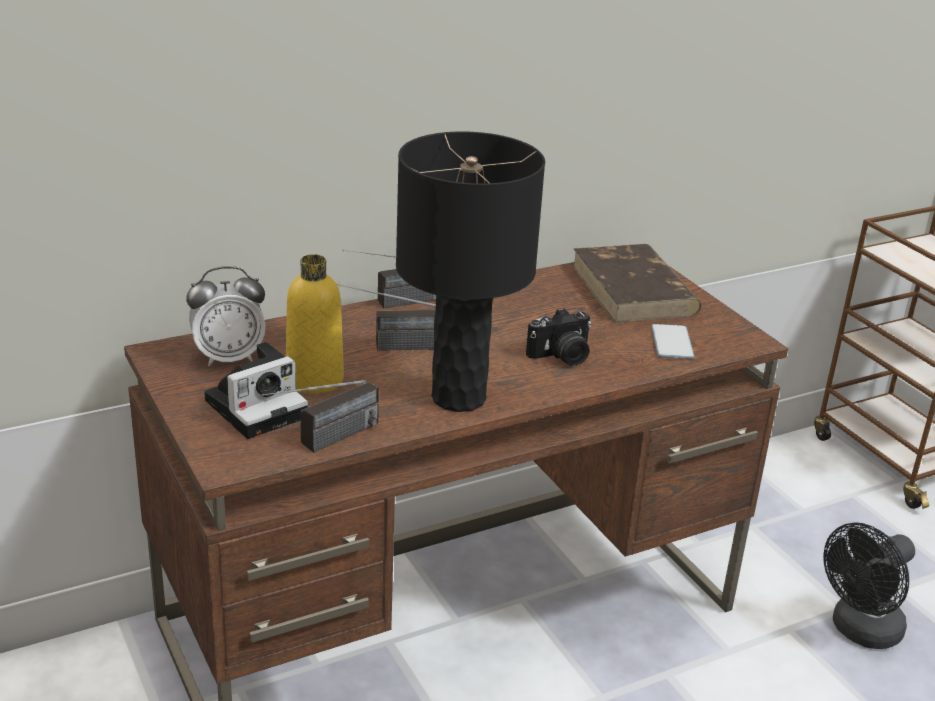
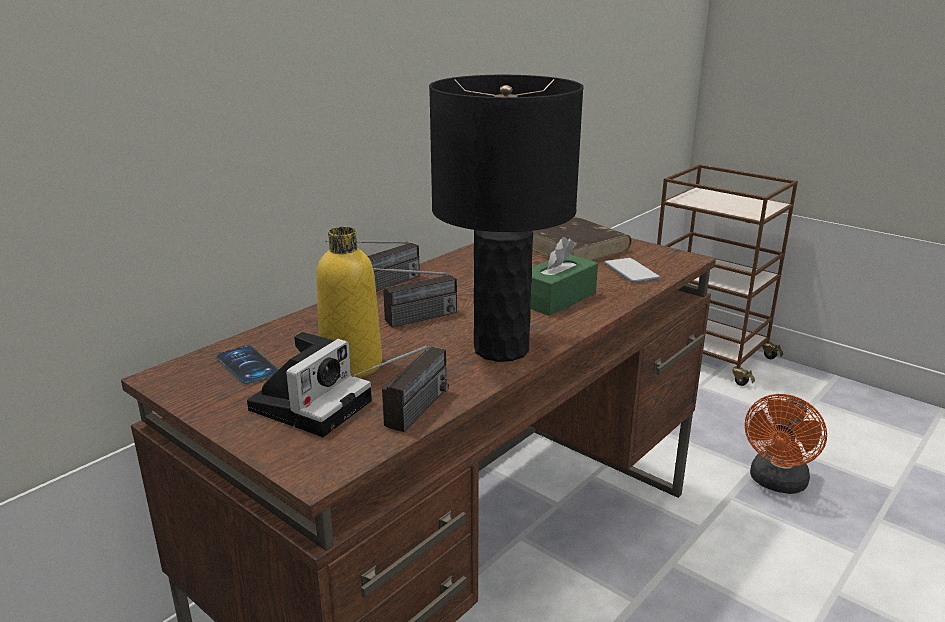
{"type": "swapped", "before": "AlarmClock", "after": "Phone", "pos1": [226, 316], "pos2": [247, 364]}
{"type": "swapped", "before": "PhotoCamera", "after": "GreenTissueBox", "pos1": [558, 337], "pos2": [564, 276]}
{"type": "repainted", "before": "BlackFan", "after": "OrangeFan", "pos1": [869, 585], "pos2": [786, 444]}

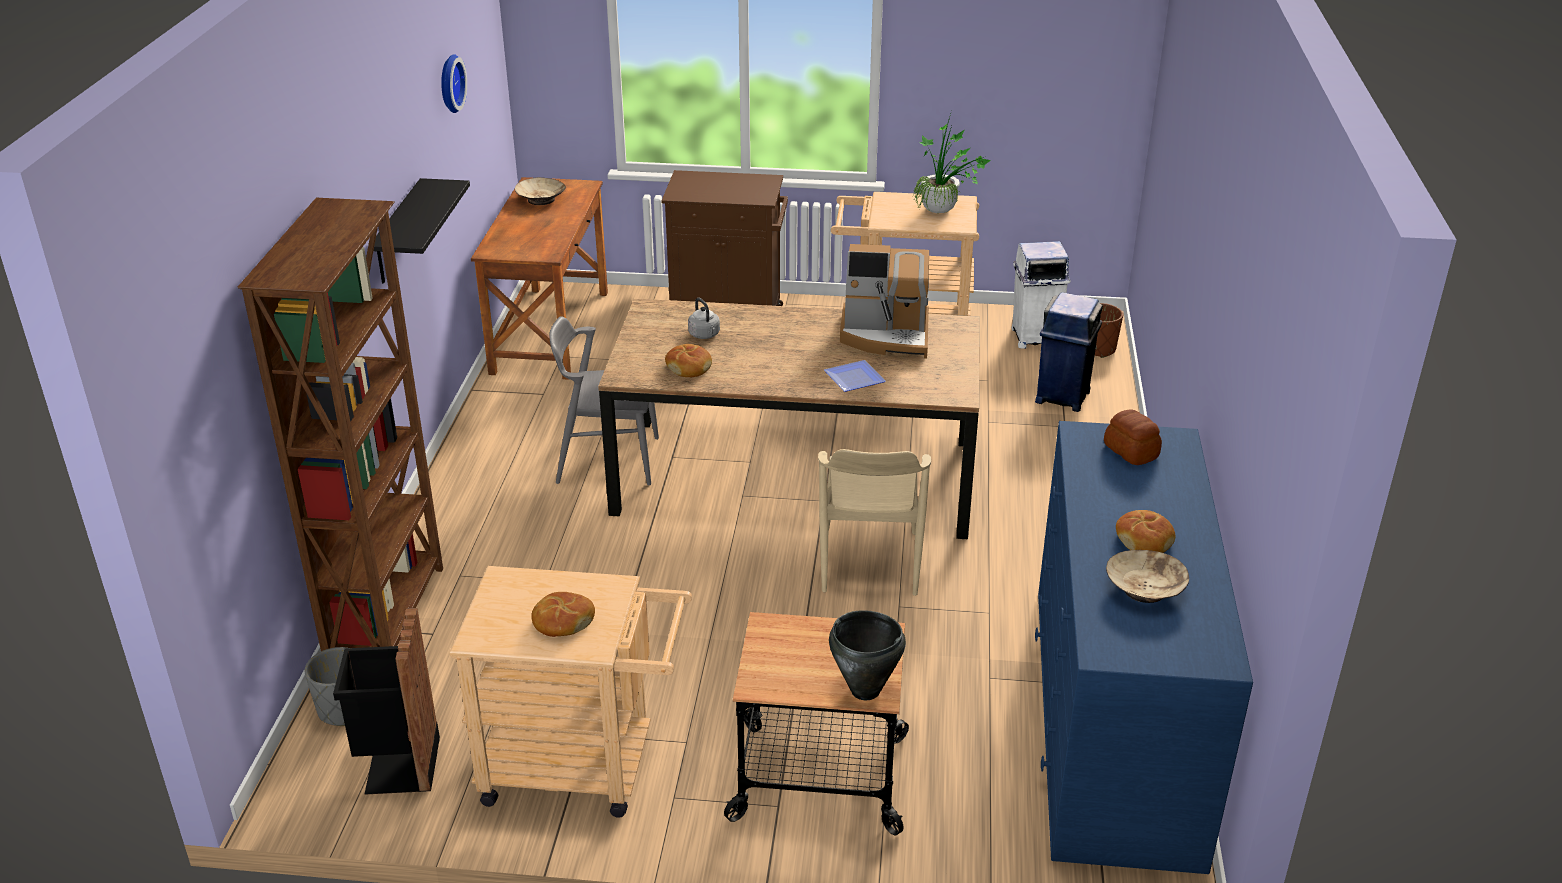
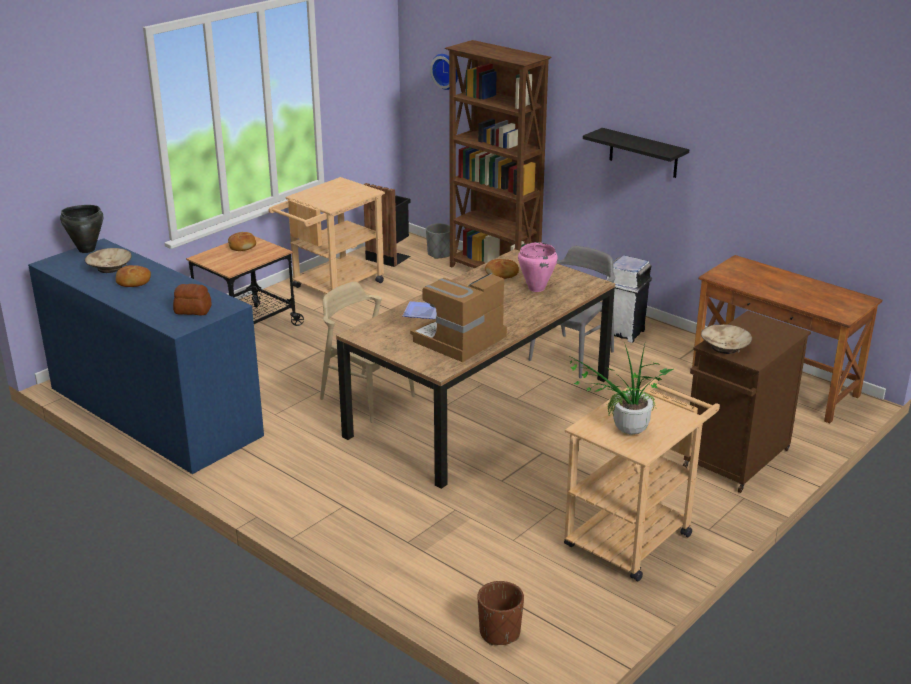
{"type": "gone", "before": "BlueTrashCan", "pos1": [1069, 352]}
{"type": "shifted", "before": "WallClock", "pos1": [454, 83], "pos2": [444, 72]}
{"type": "shifted", "before": "BeigeBowl", "pos1": [540, 191], "pos2": [726, 339]}
{"type": "shifted", "before": "Bread", "pos1": [563, 614], "pos2": [242, 241]}
{"type": "shifted", "before": "BlackCookingPot", "pos1": [867, 655], "pos2": [81, 229]}
{"type": "shifted", "before": "WhiteTrashCan", "pos1": [1041, 295], "pos2": [629, 299]}
{"type": "swapped", "before": "GreyKettle", "after": "PinkCookingPot", "pos1": [704, 318], "pos2": [538, 267]}

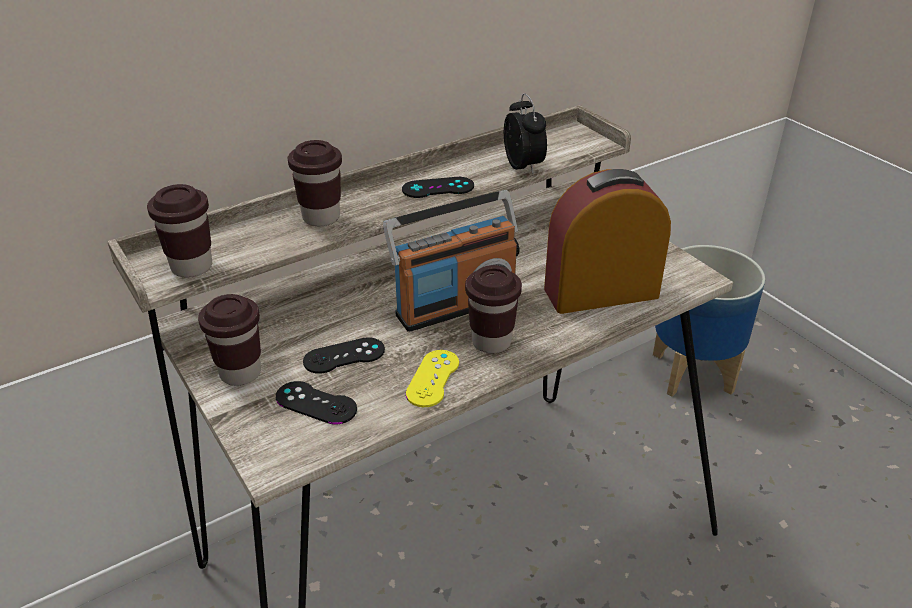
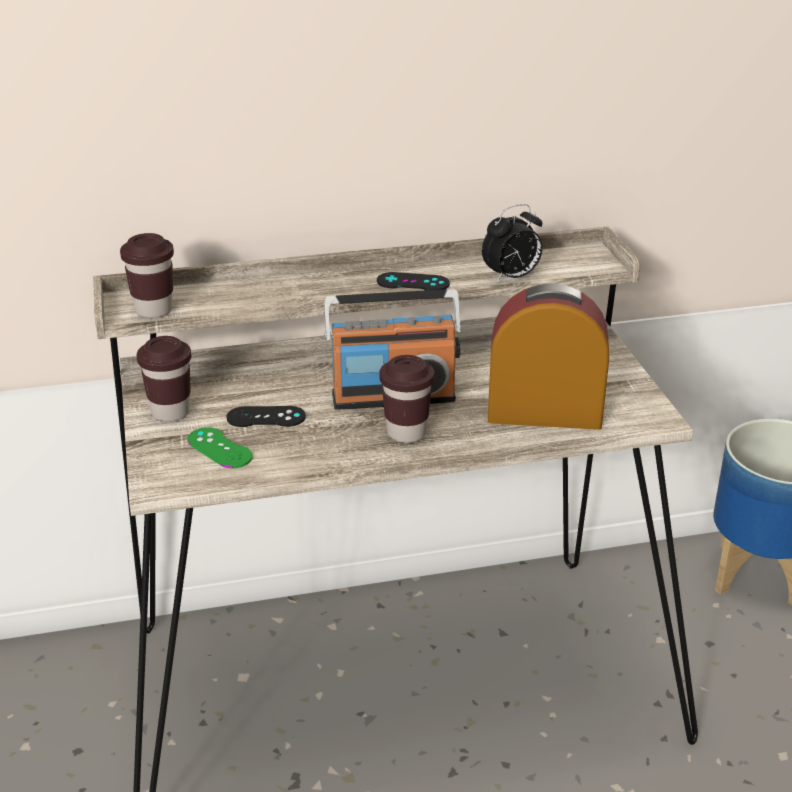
{"type": "gone", "before": "BrownCup", "pos1": [315, 183]}
{"type": "gone", "before": "YellowGameController", "pos1": [432, 378]}
{"type": "repainted", "before": "BlackGameController", "after": "GreenGameController", "pos1": [316, 403], "pos2": [220, 447]}
{"type": "rotated", "before": "AlarmClock", "pos1": [525, 134], "pos2": [512, 243], "turn": 60}

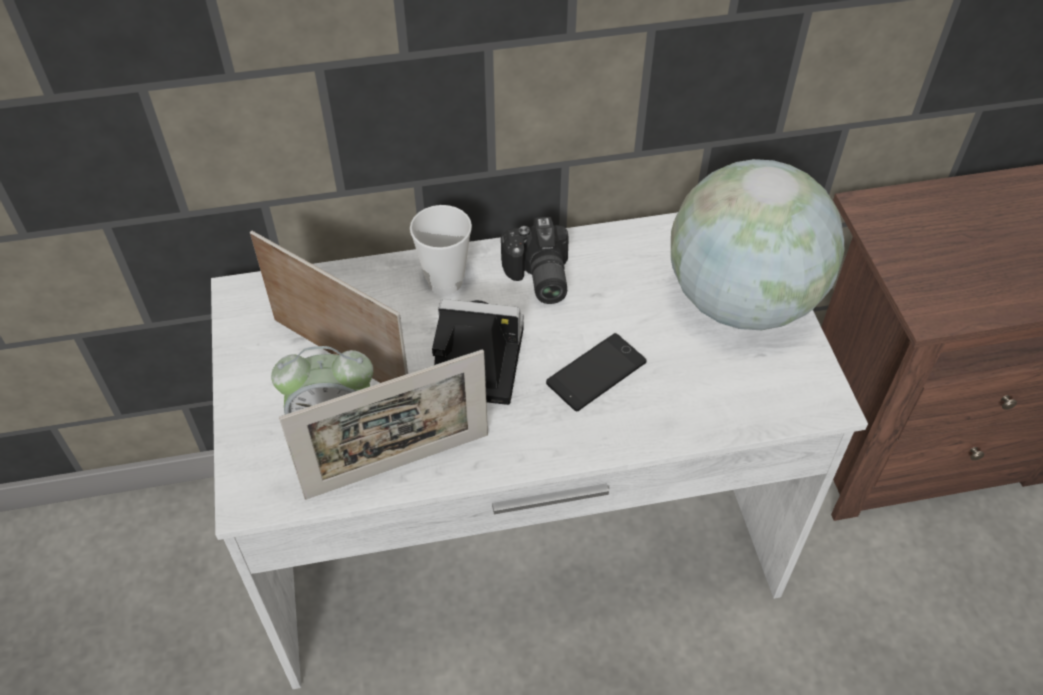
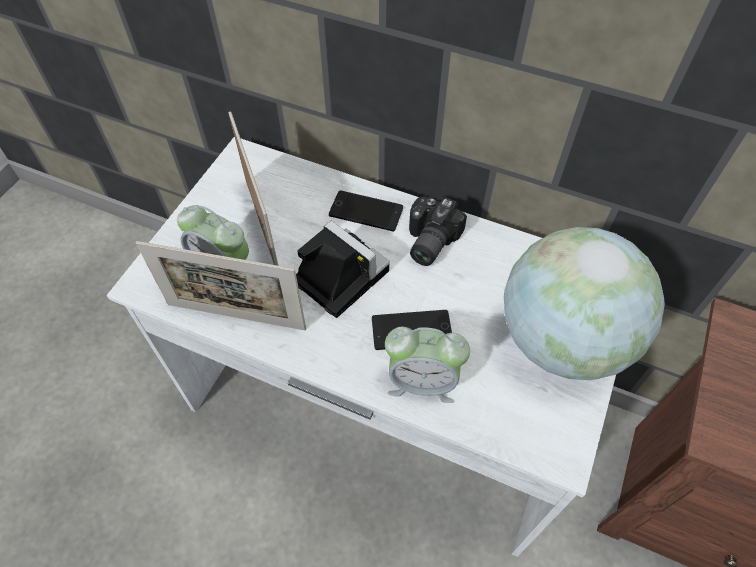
{"type": "new", "after": "AlarmClock", "pos2": [427, 365]}
{"type": "swapped", "before": "Cup", "after": "Phone", "pos1": [441, 250], "pos2": [366, 211]}

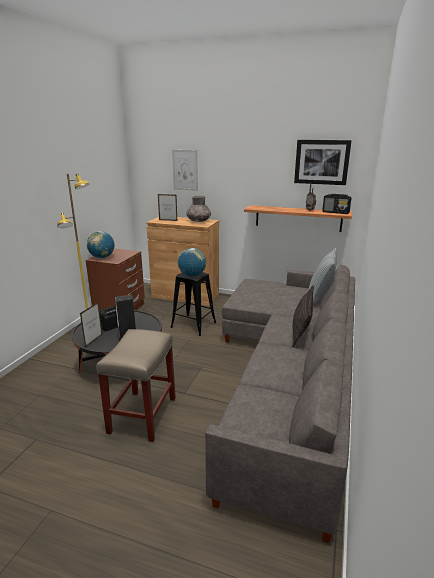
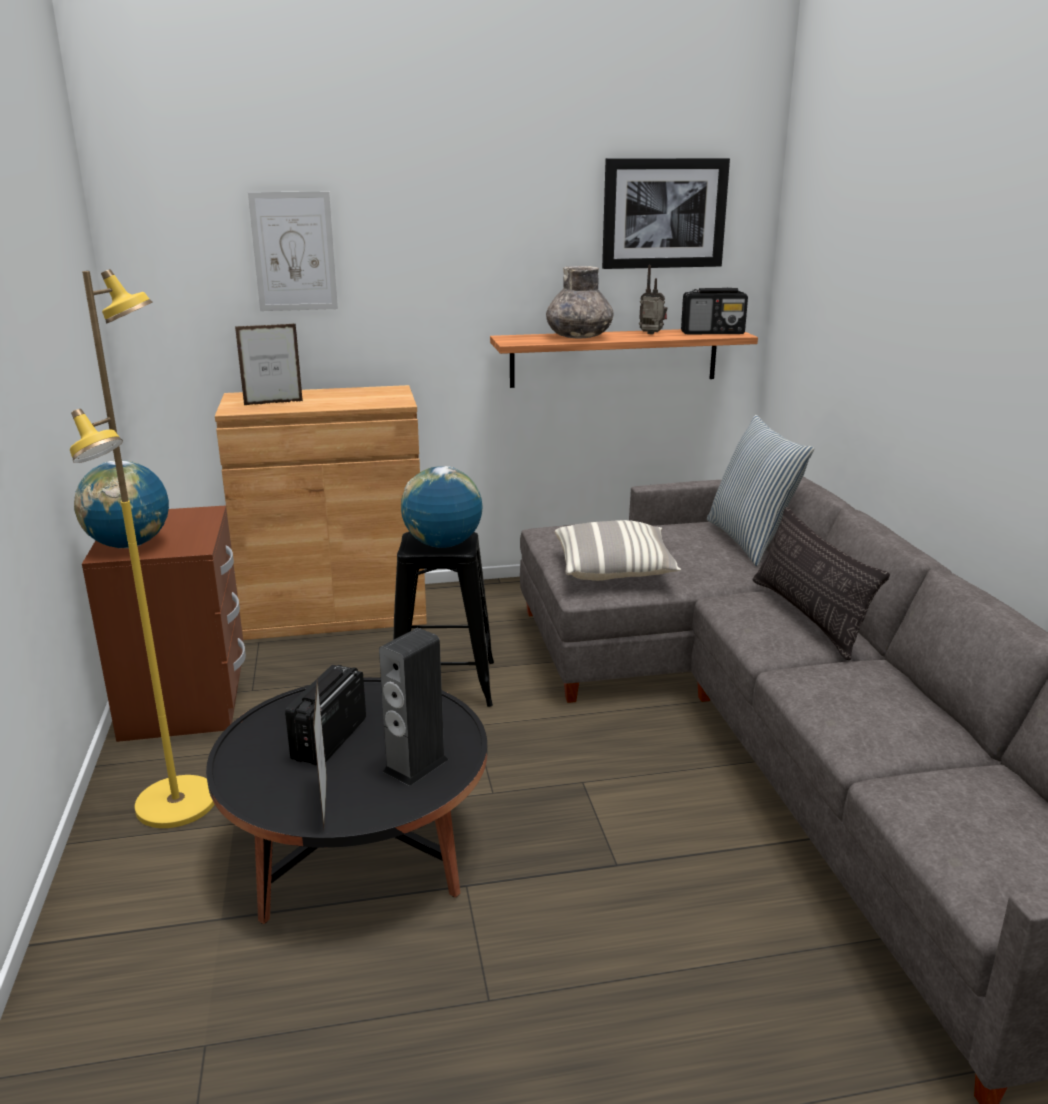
{"type": "gone", "before": "BeigeStool", "pos1": [136, 385]}
{"type": "new", "after": "Pillow", "pos2": [618, 550]}
{"type": "shifted", "before": "GreyVase", "pos1": [198, 208], "pos2": [579, 302]}

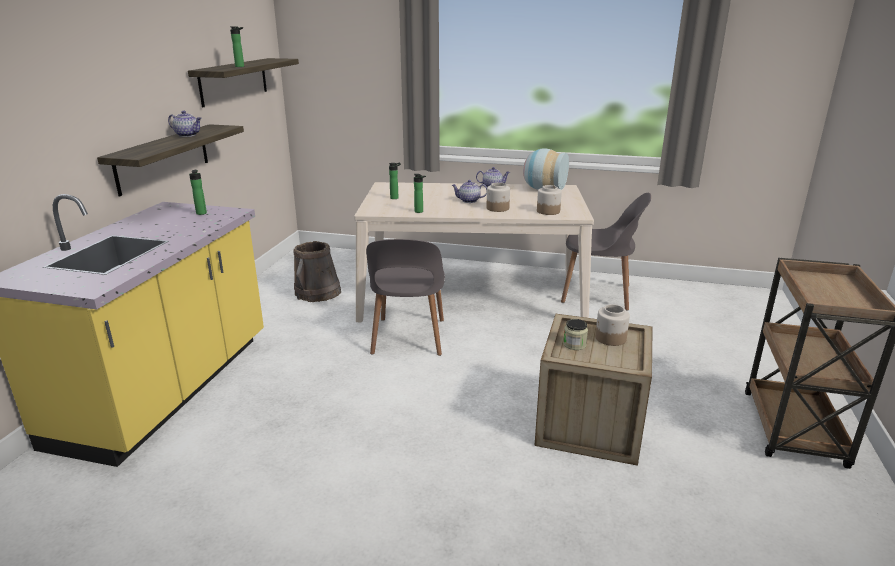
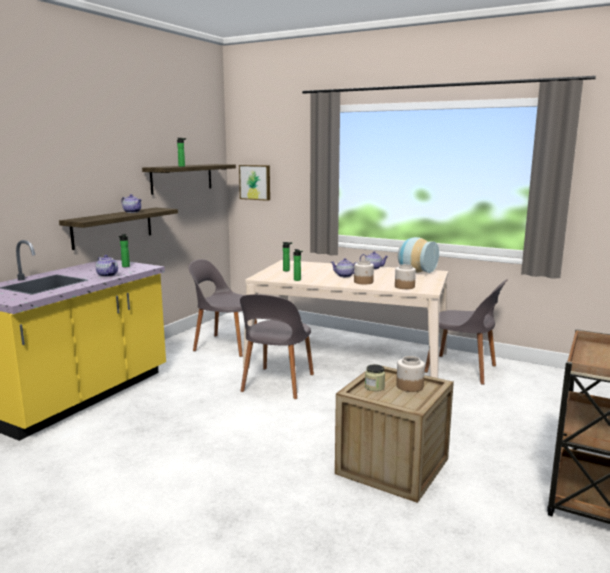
{"type": "new", "after": "Teapot", "pos2": [107, 266]}
{"type": "new", "after": "Picture", "pos2": [254, 183]}
{"type": "swapped", "before": "BrownBucket", "after": "GreyChair", "pos1": [317, 271], "pos2": [222, 308]}

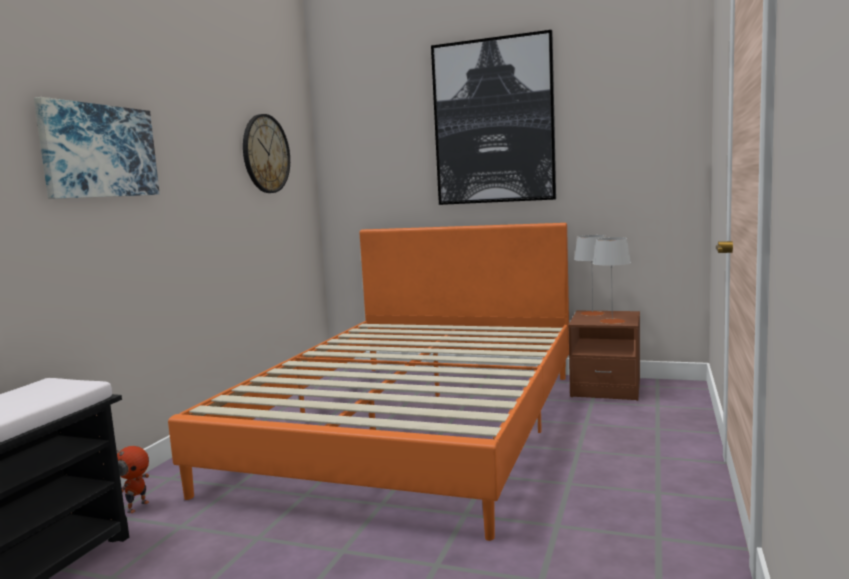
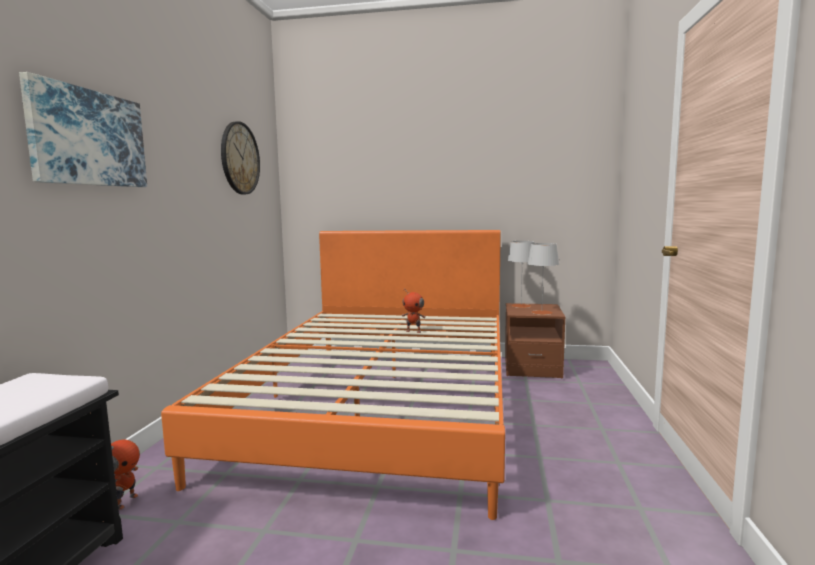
{"type": "gone", "before": "Picture", "pos1": [493, 117]}
{"type": "new", "after": "ToyRobot", "pos2": [414, 311]}

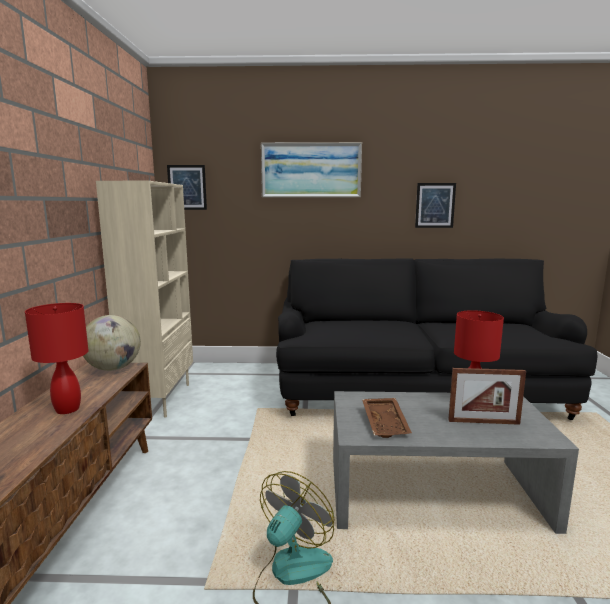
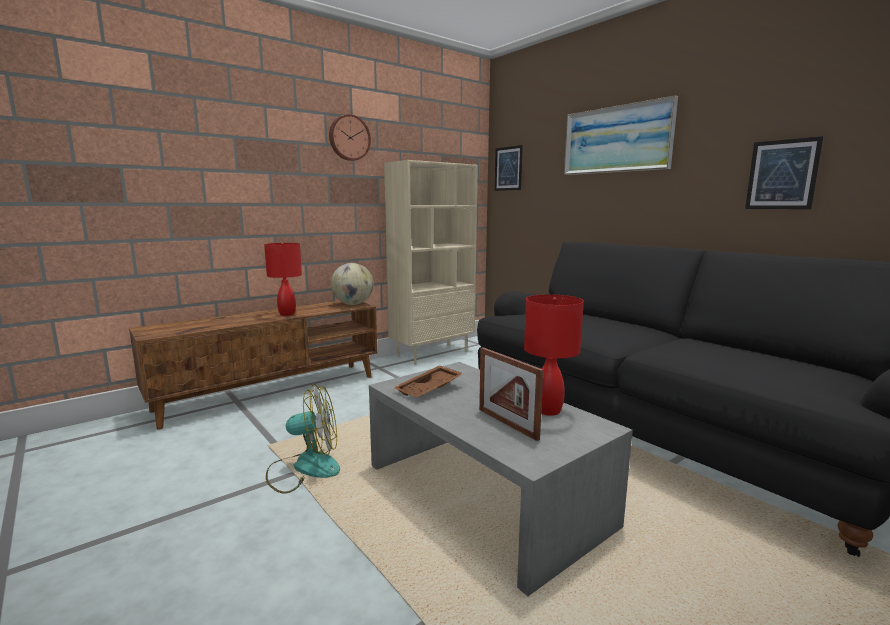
{"type": "new", "after": "WallClock", "pos2": [350, 137]}

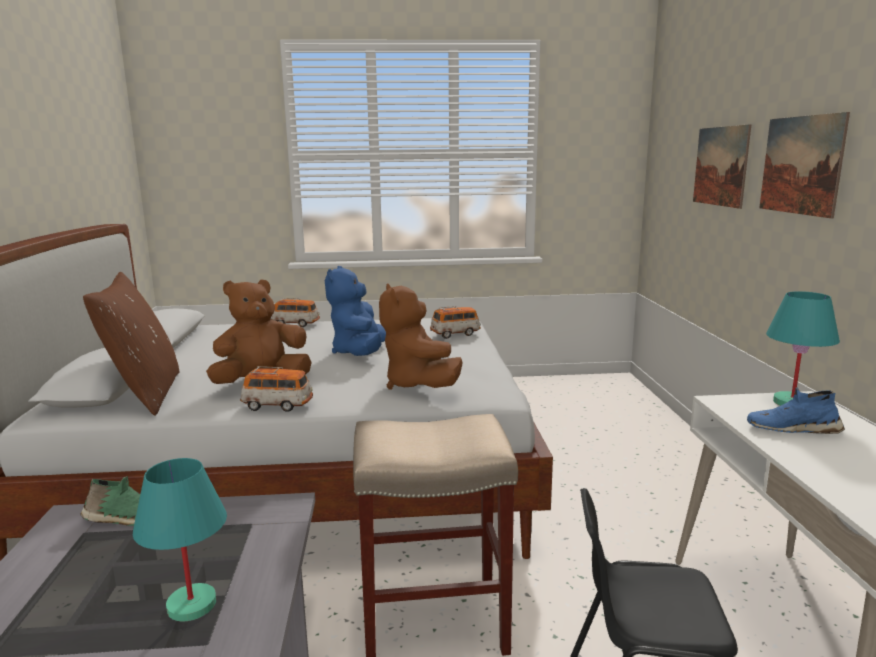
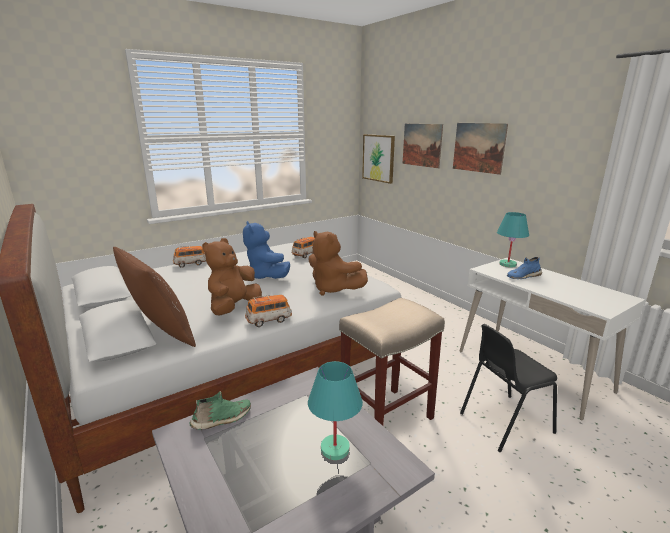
{"type": "new", "after": "Picture", "pos2": [378, 159]}

